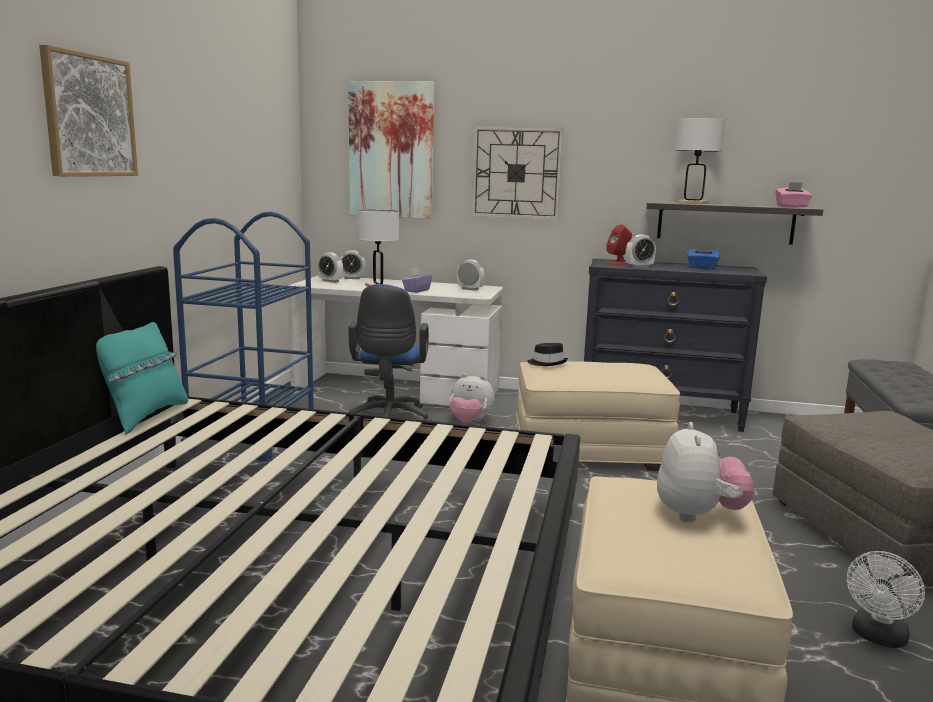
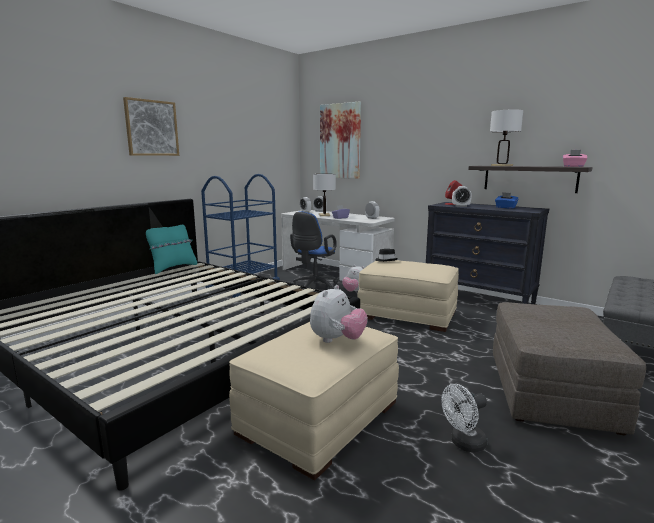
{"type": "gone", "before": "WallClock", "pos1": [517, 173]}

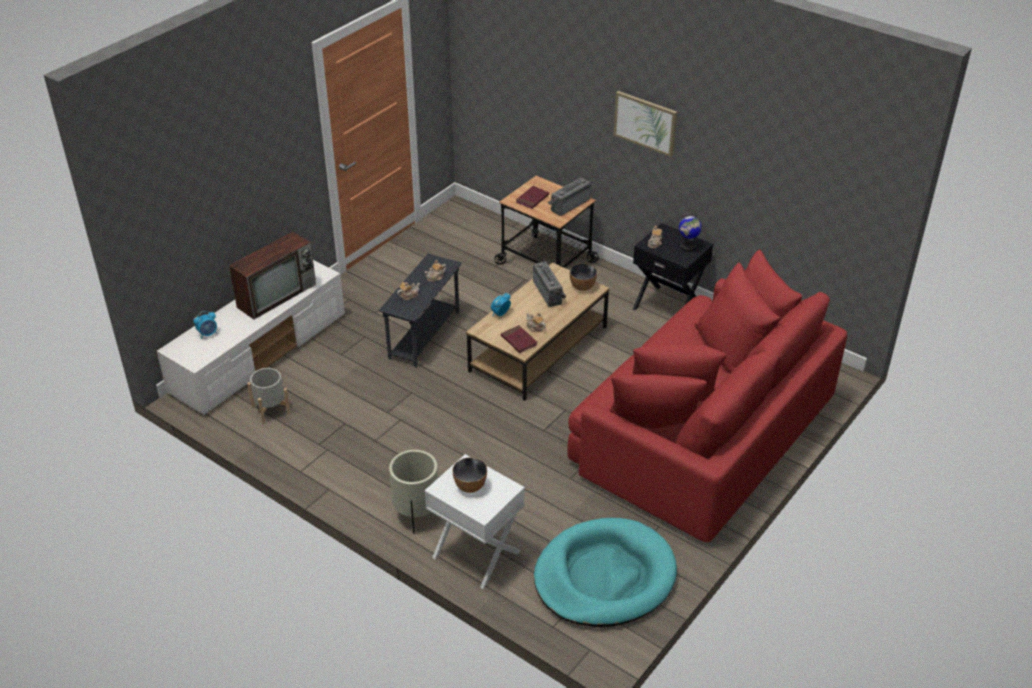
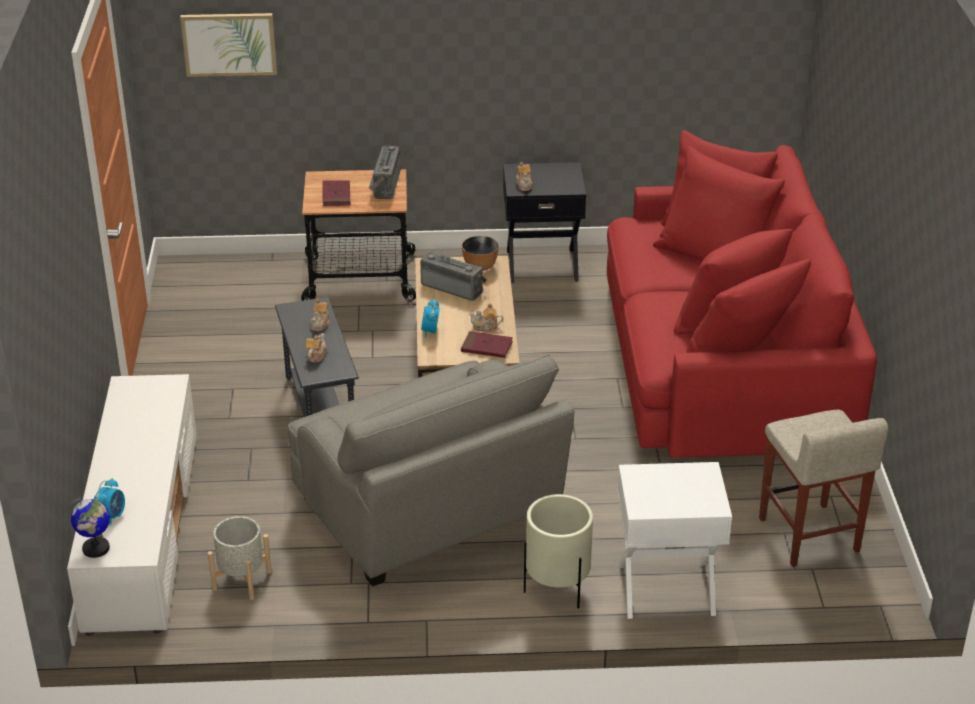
{"type": "gone", "before": "Television", "pos1": [272, 275]}
{"type": "gone", "before": "Bowl", "pos1": [470, 475]}
{"type": "new", "after": "GreyArmchair", "pos2": [431, 470]}
{"type": "shifted", "before": "Picture", "pos1": [645, 124], "pos2": [228, 45]}
{"type": "shifted", "before": "Globe", "pos1": [690, 232], "pos2": [89, 528]}
{"type": "swapped", "before": "TurquoiseDogBed", "after": "BeigeStool", "pos1": [605, 572], "pos2": [823, 488]}

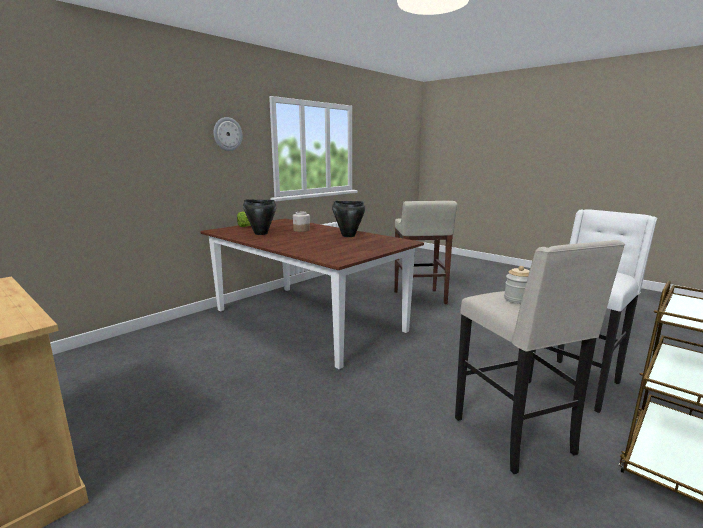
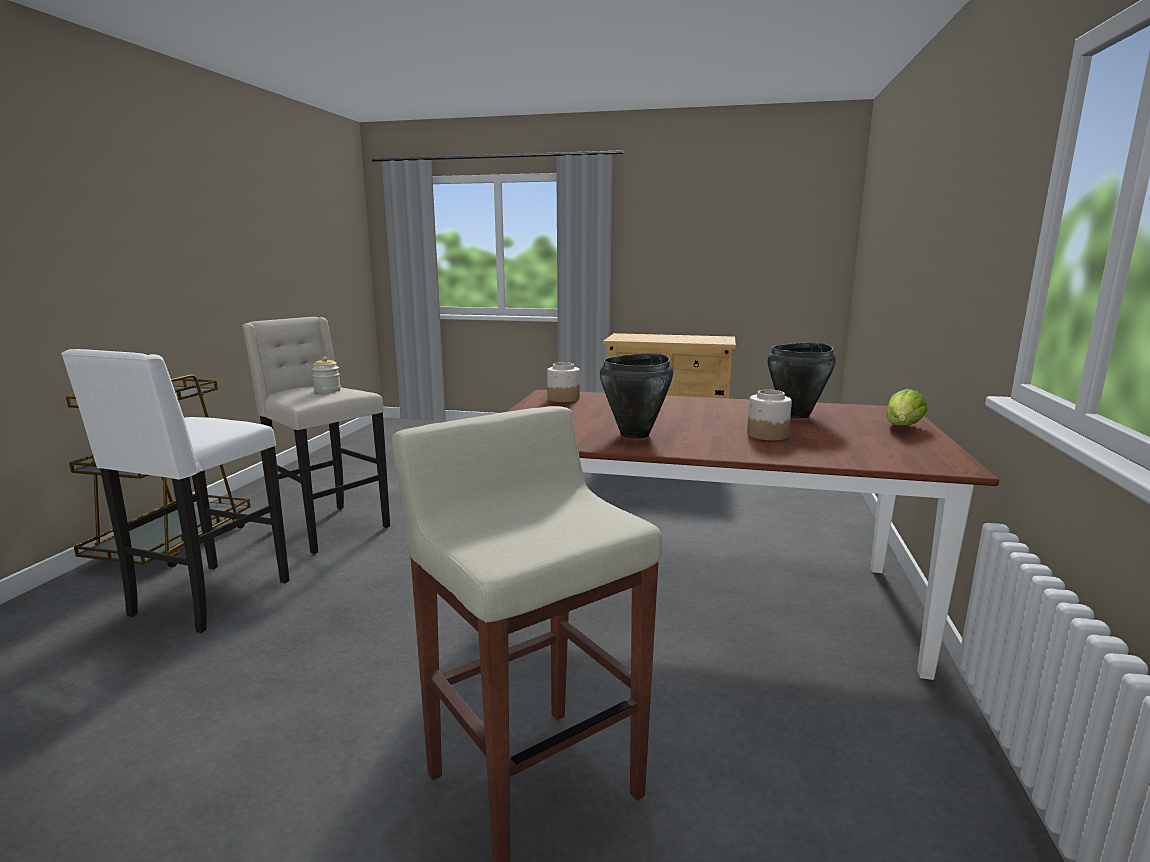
{"type": "gone", "before": "WallClock", "pos1": [228, 134]}
{"type": "new", "after": "Jar", "pos2": [563, 382]}

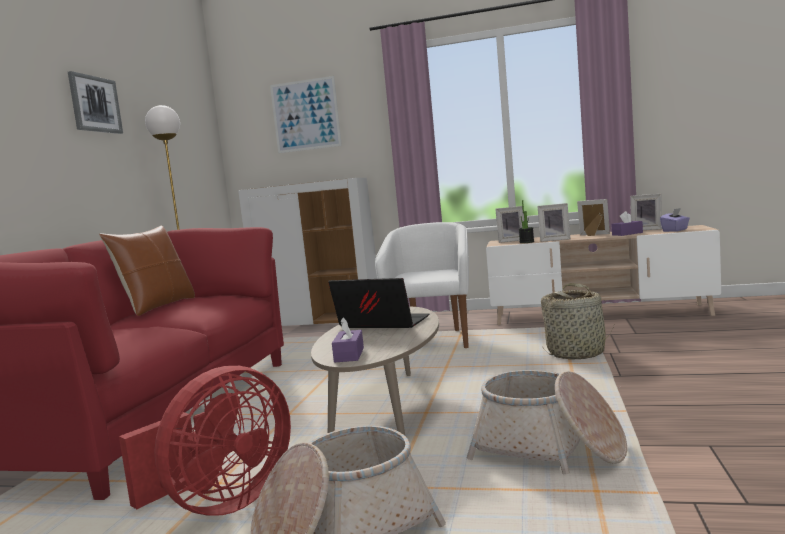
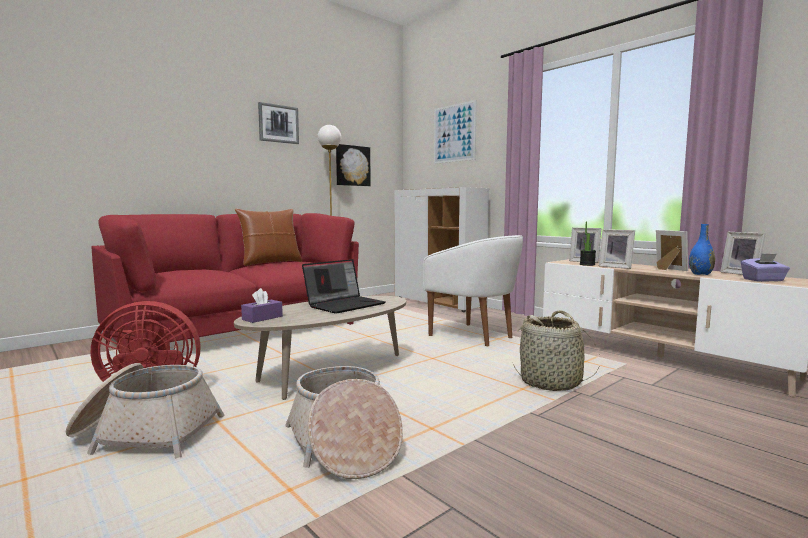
{"type": "new", "after": "Picture", "pos2": [353, 165]}
{"type": "swapped", "before": "PurpleTissueBox", "after": "BlueVase", "pos1": [627, 223], "pos2": [702, 249]}
{"type": "rotated", "before": "Laptop", "pos1": [378, 303], "pos2": [343, 286], "turn": 75}
{"type": "rotated", "before": "WhiteArmchair", "pos1": [422, 285], "pos2": [473, 290], "turn": 90}

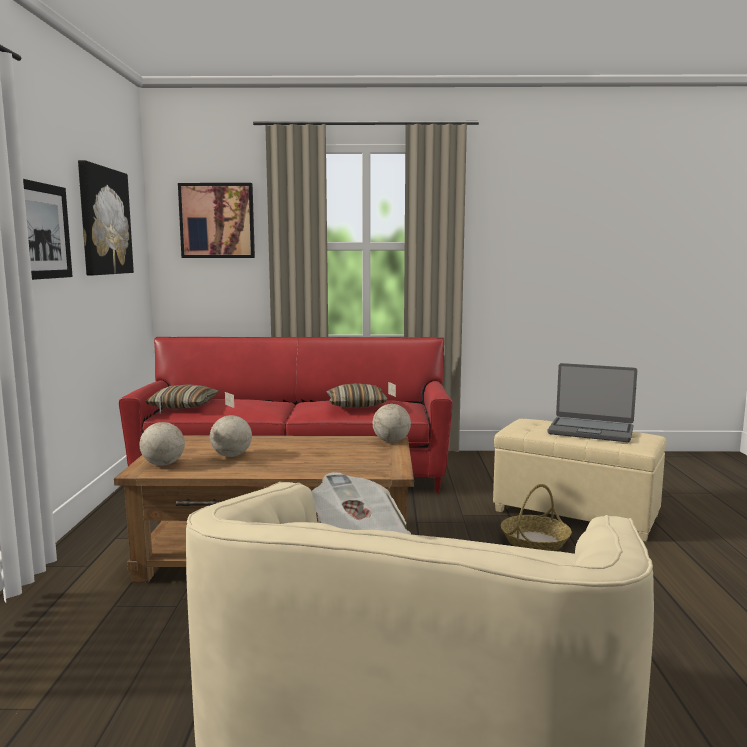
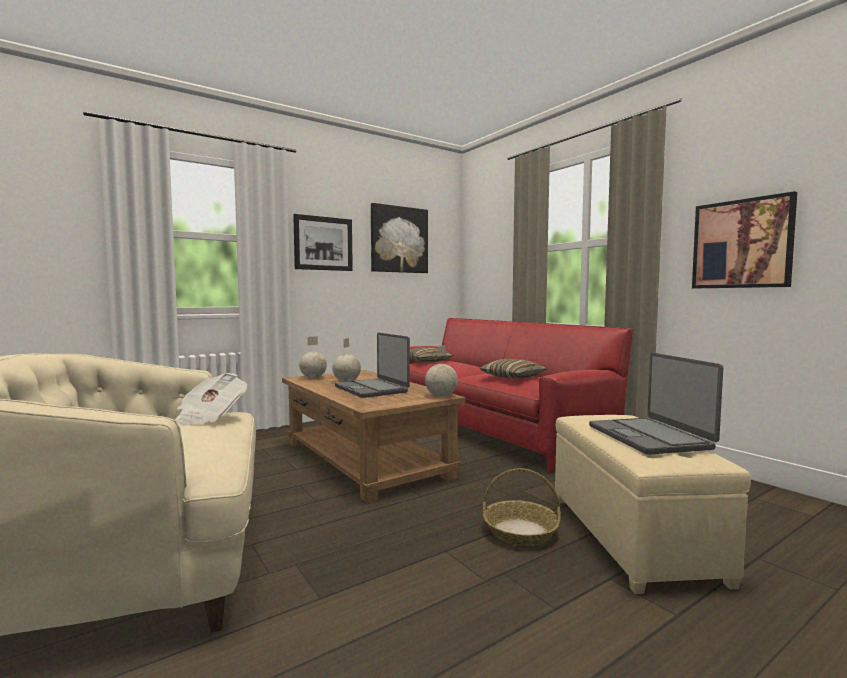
{"type": "new", "after": "Laptop", "pos2": [372, 365]}
{"type": "shifted", "before": "Picture", "pos1": [216, 220], "pos2": [744, 239]}

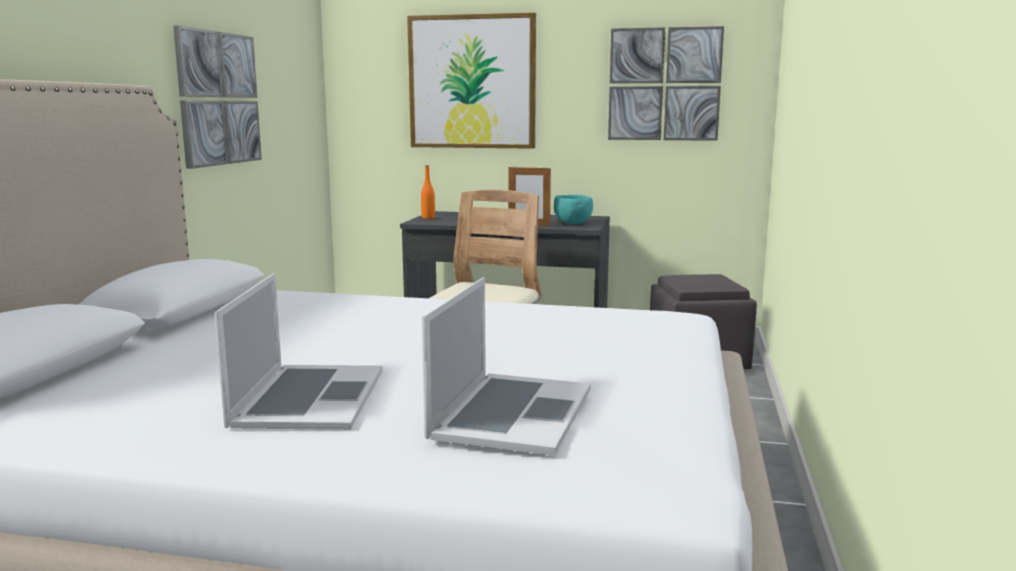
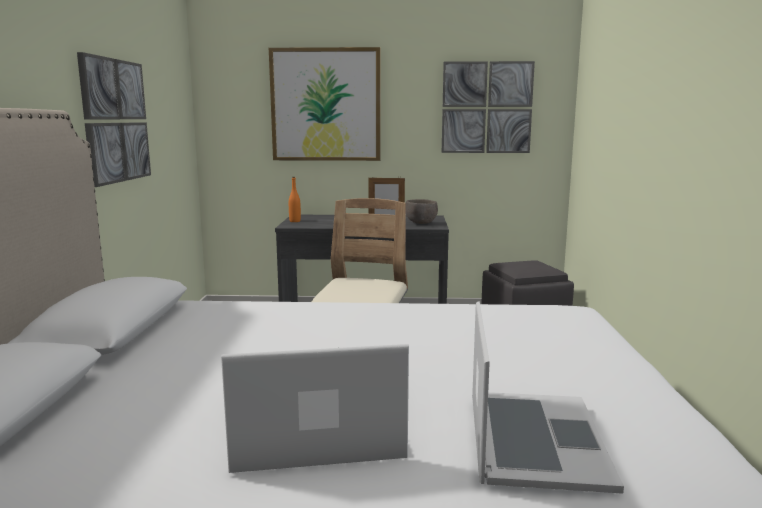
{"type": "repainted", "before": "TurquoiseBowl", "after": "BrownBowl", "pos1": [573, 209], "pos2": [422, 211]}
{"type": "rotated", "before": "Laptop", "pos1": [298, 351], "pos2": [315, 408], "turn": -90}

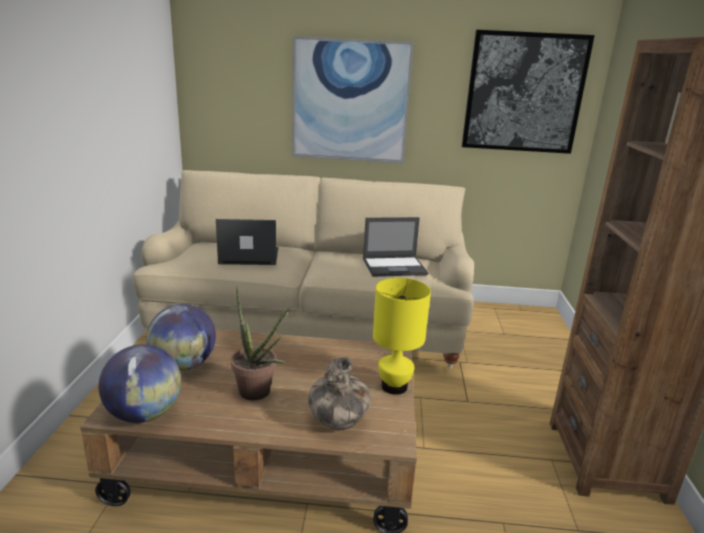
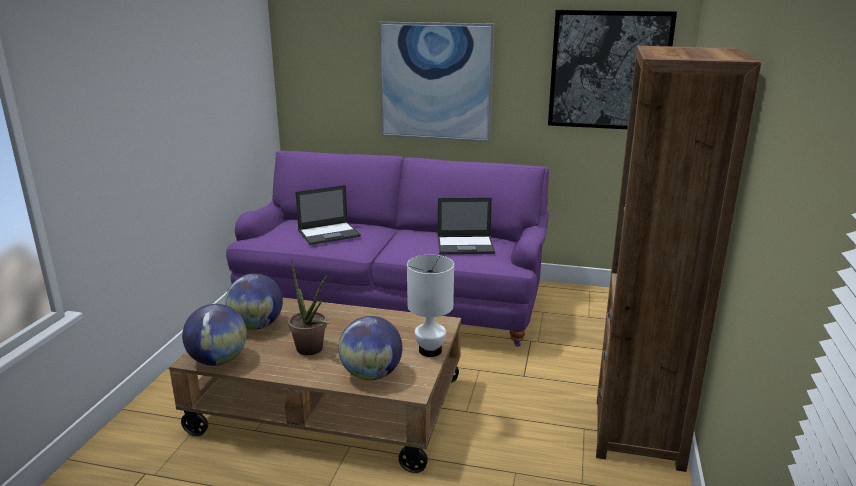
{"type": "swapped", "before": "Vase", "after": "Globe", "pos1": [339, 393], "pos2": [370, 348]}
{"type": "repainted", "before": "BeigeSofa", "after": "PurpleSofa", "pos1": [303, 269], "pos2": [387, 249]}
{"type": "repainted", "before": "YellowTableLamp", "after": "WhiteTableLamp", "pos1": [402, 336], "pos2": [430, 306]}
{"type": "rotated", "before": "Laptop", "pos1": [247, 242], "pos2": [328, 215], "turn": 150}

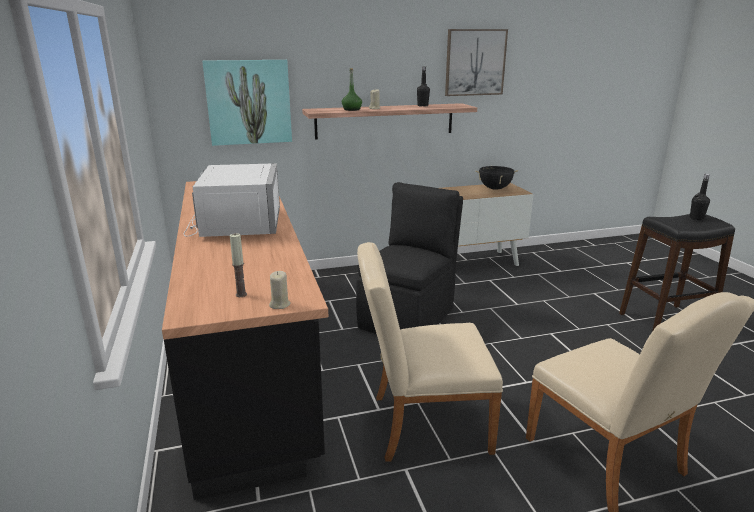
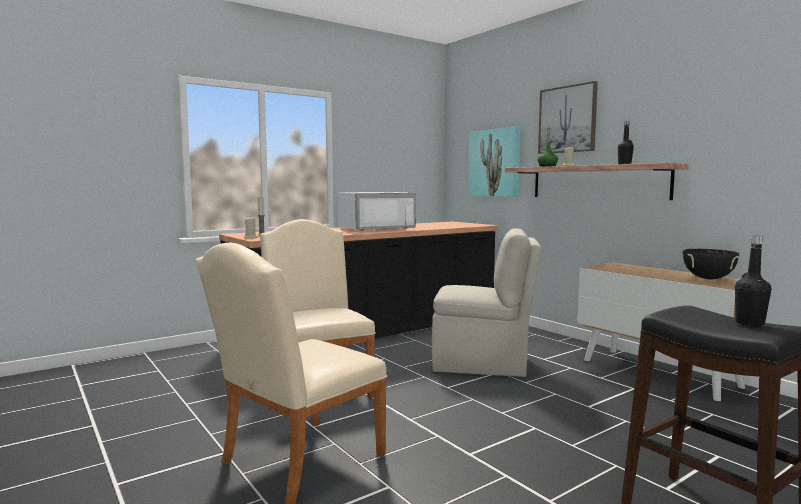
{"type": "shifted", "before": "Picture", "pos1": [476, 62], "pos2": [568, 117]}
{"type": "repainted", "before": "BlackChair", "after": "BeigeChair", "pos1": [409, 258], "pos2": [486, 302]}

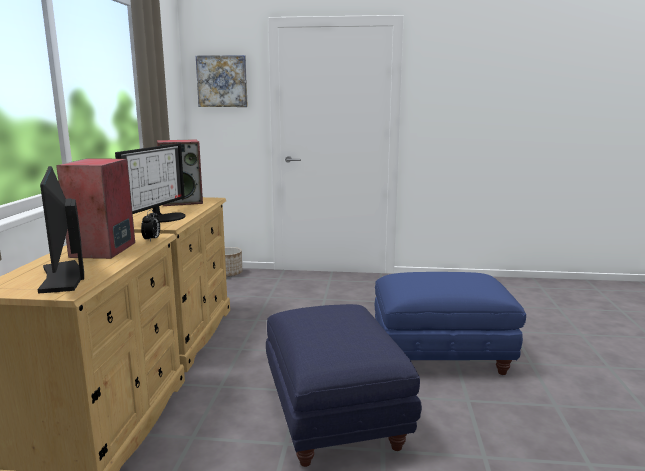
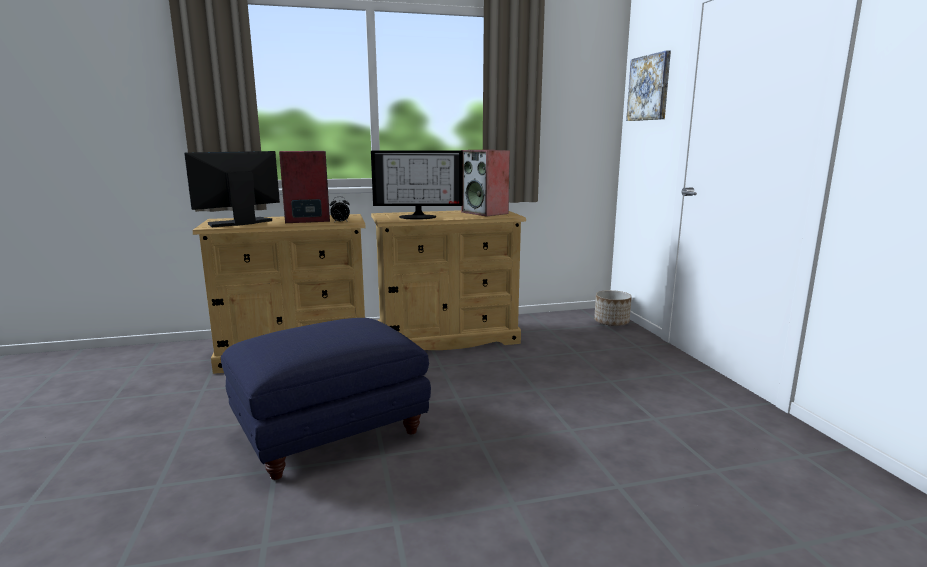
{"type": "gone", "before": "BlueOttoman", "pos1": [450, 323]}

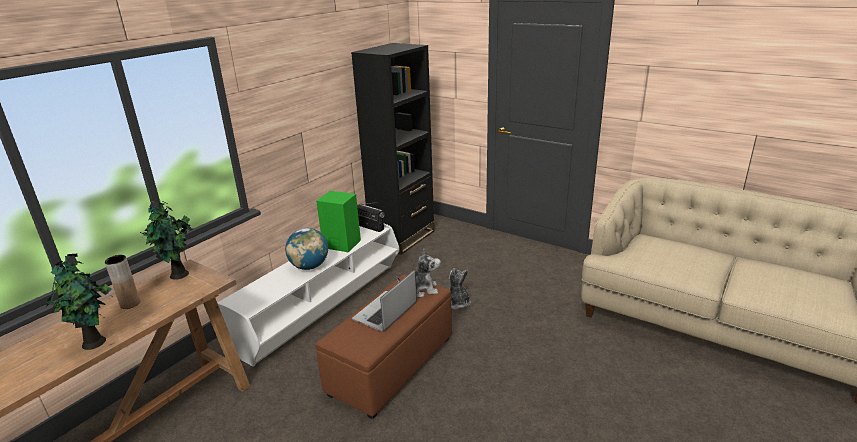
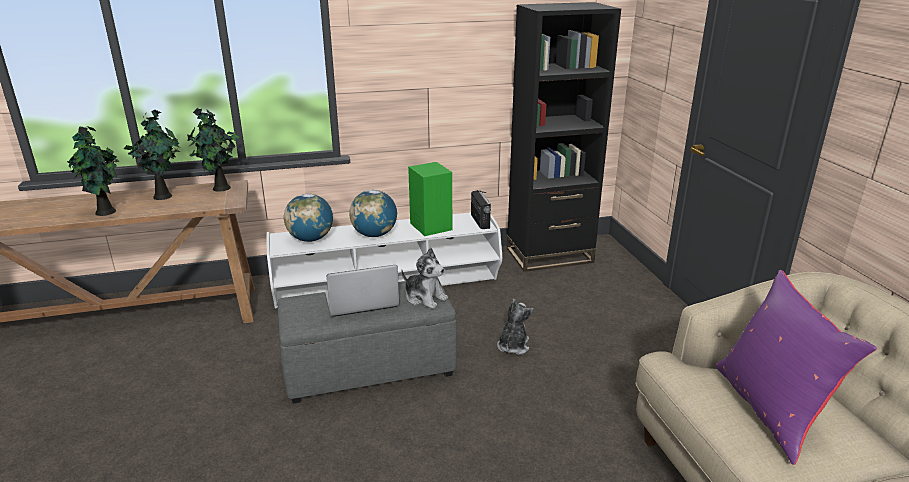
{"type": "new", "after": "Globe", "pos2": [308, 218]}
{"type": "new", "after": "PurplePillow", "pos2": [796, 367]}
{"type": "swapped", "before": "BrownVase", "after": "PottedPlant", "pos1": [122, 282], "pos2": [152, 155]}
{"type": "repainted", "before": "BrownOttoman", "after": "GreyOttoman", "pos1": [383, 347], "pos2": [367, 341]}

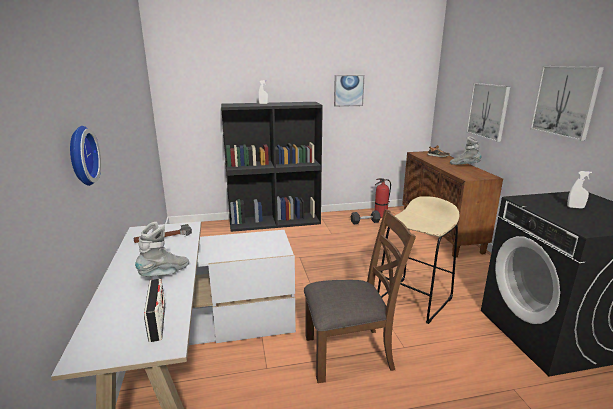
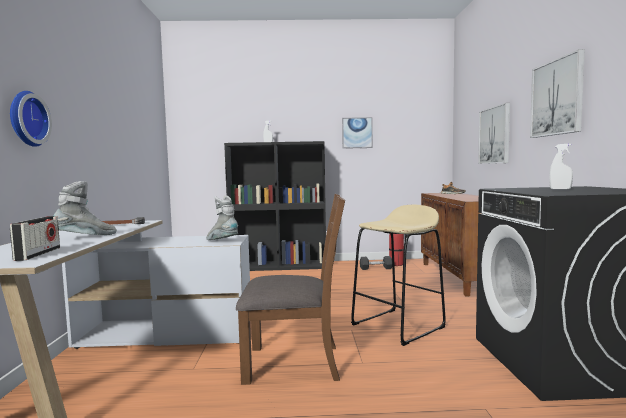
{"type": "shifted", "before": "GreyBoot", "pos1": [466, 150], "pos2": [222, 218]}

